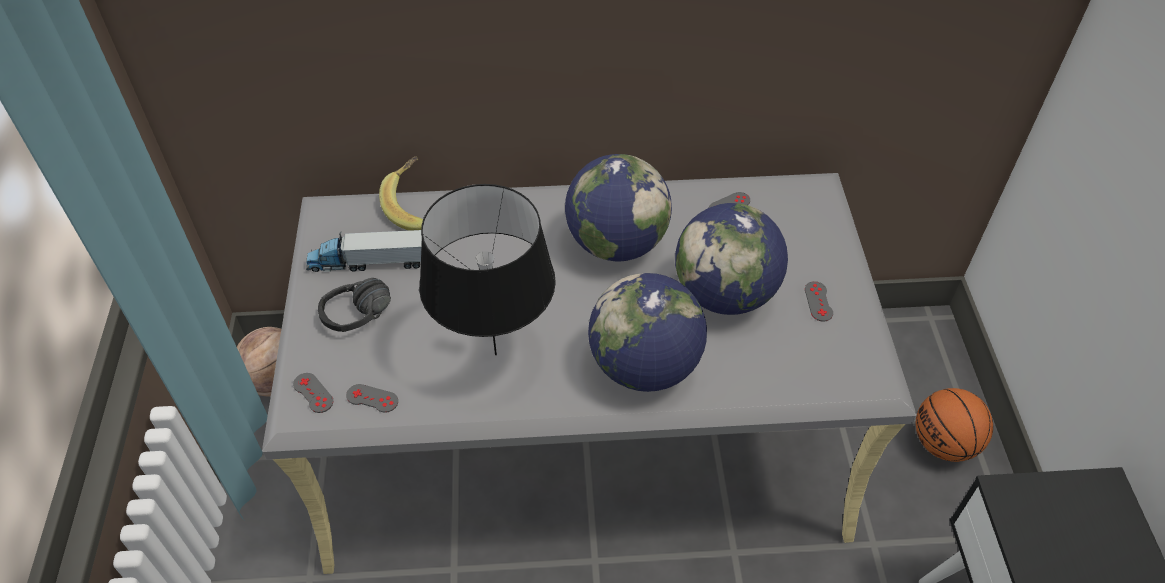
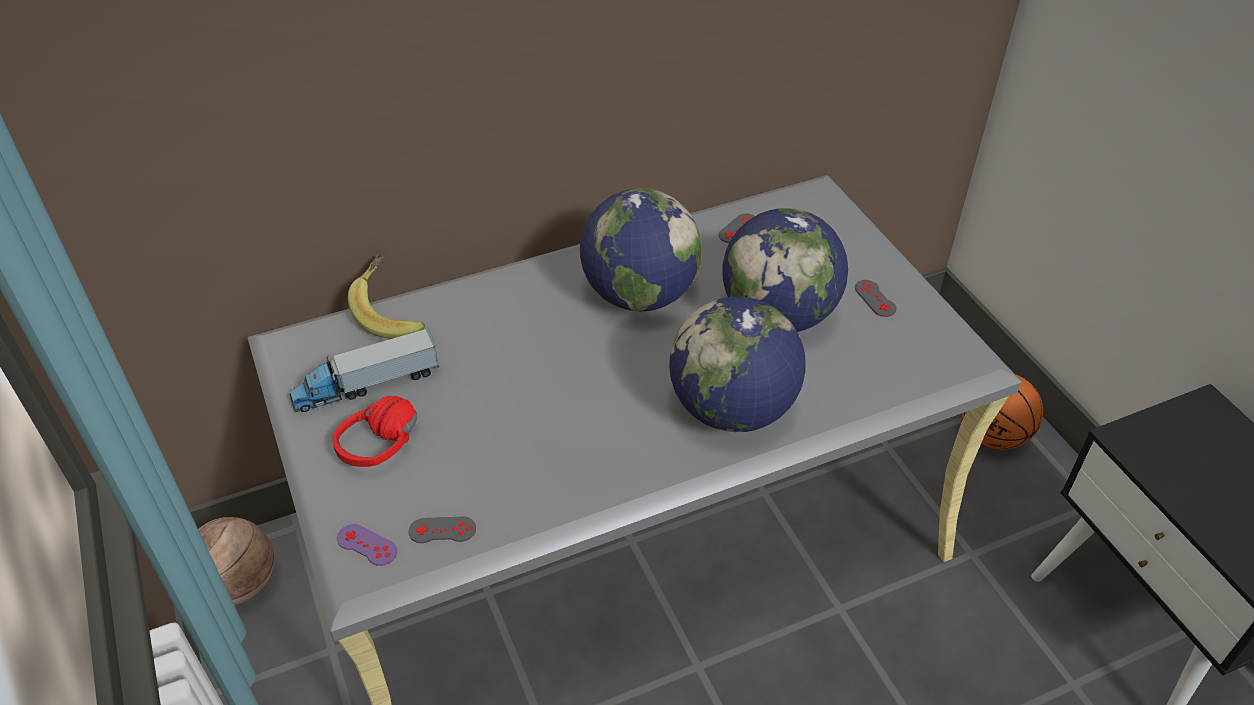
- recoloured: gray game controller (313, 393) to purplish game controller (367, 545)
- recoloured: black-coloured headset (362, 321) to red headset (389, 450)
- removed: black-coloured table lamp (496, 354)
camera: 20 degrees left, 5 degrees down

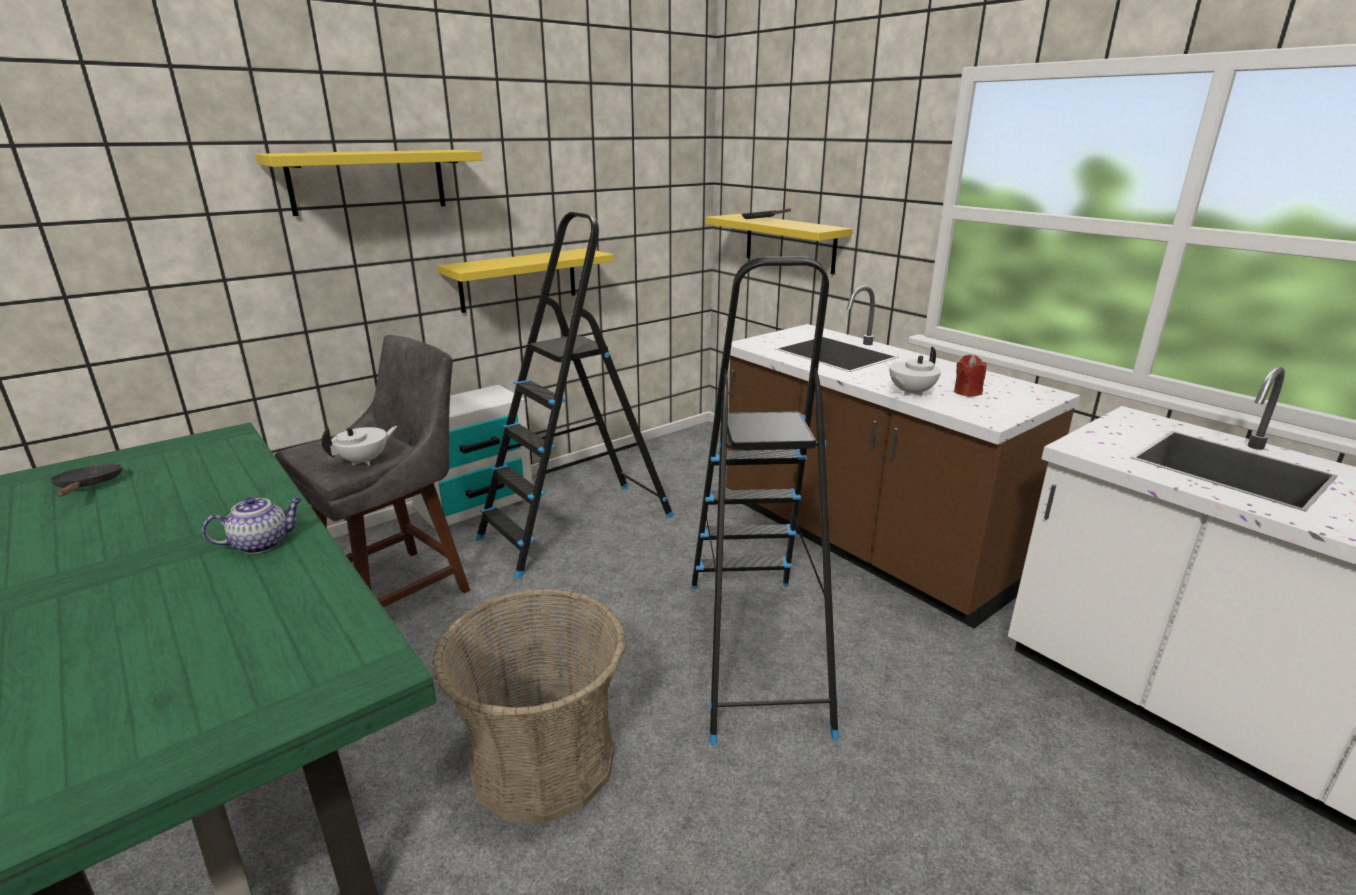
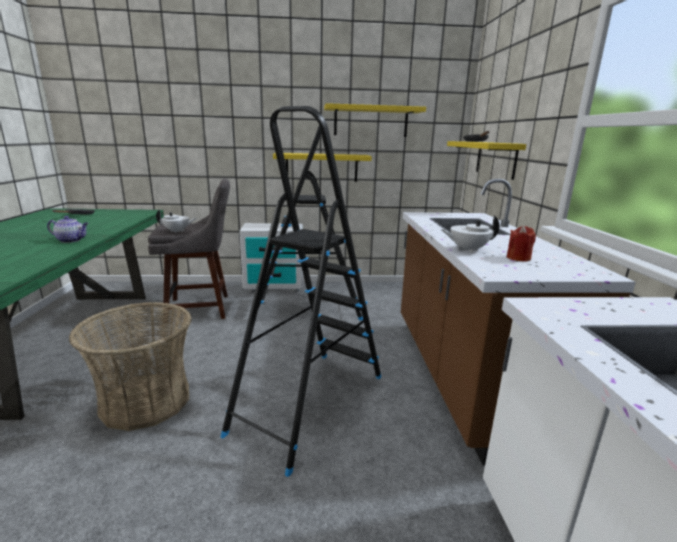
- moved: yellowish bracket shelf (368, 181) to (371, 121)
camera: 35 degrees right, 5 degrees down

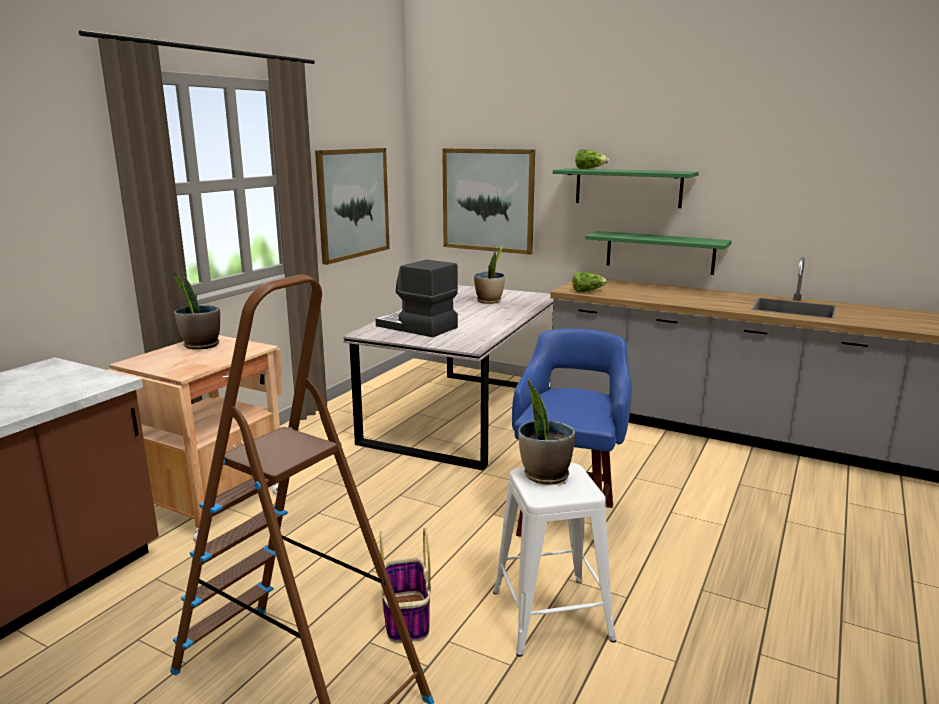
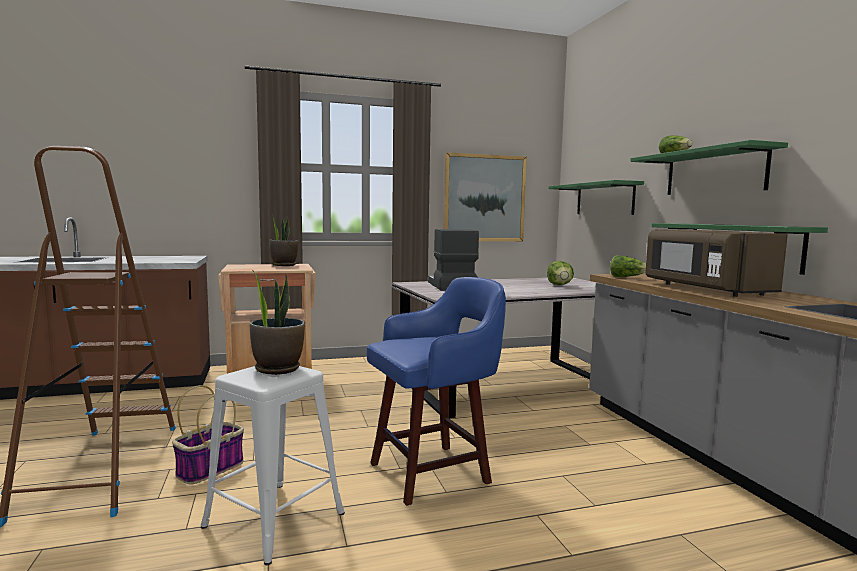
- replaced: wall picture (488, 200) to green bracket shelf (604, 199)
- replaced: plant in a pot (489, 301) to lettuce head (560, 285)
- added: brownish microwave (704, 289)
camera: 45 degrees right, 10 degrees down

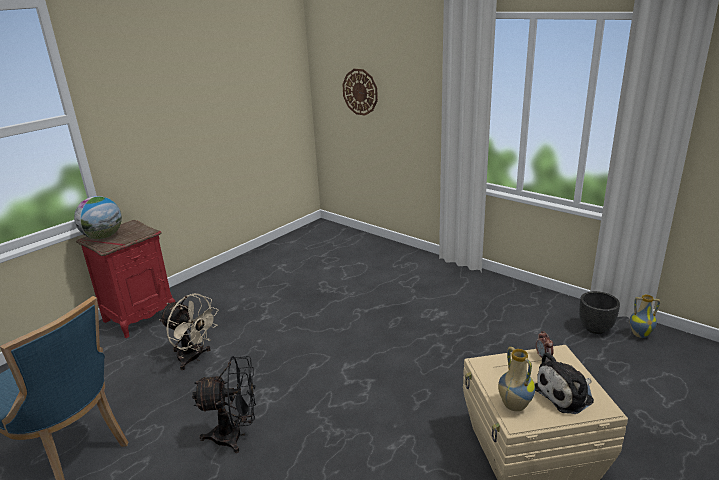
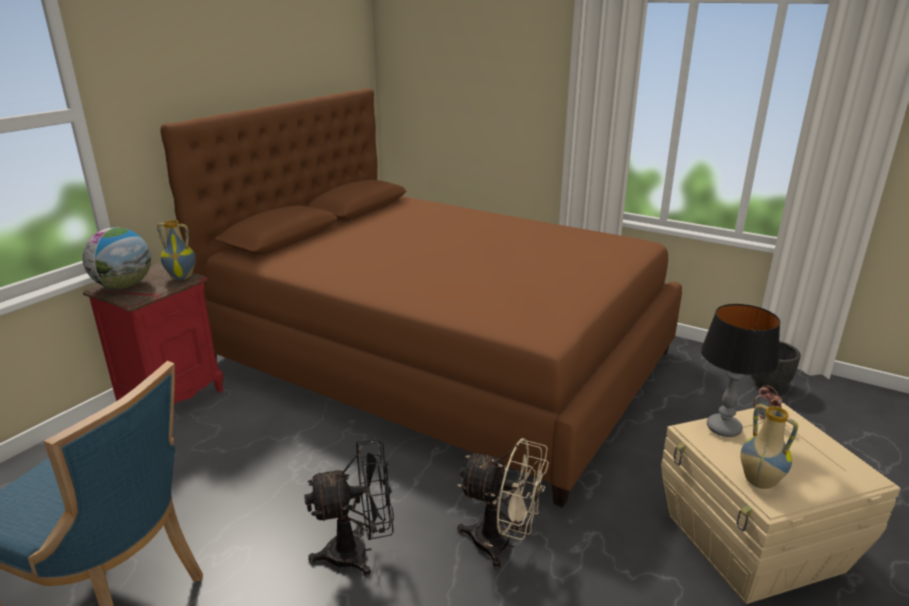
- moved: beige cooling fan (194, 358) to (502, 543)
- removed: hanging clock (360, 92)
- removed: soft toy (566, 394)
- moved: flower vase (640, 334) to (182, 277)
- added: brownish bed (440, 357)
- added: table lamp (723, 428)
camera: 10 degrees left, 0 degrees up

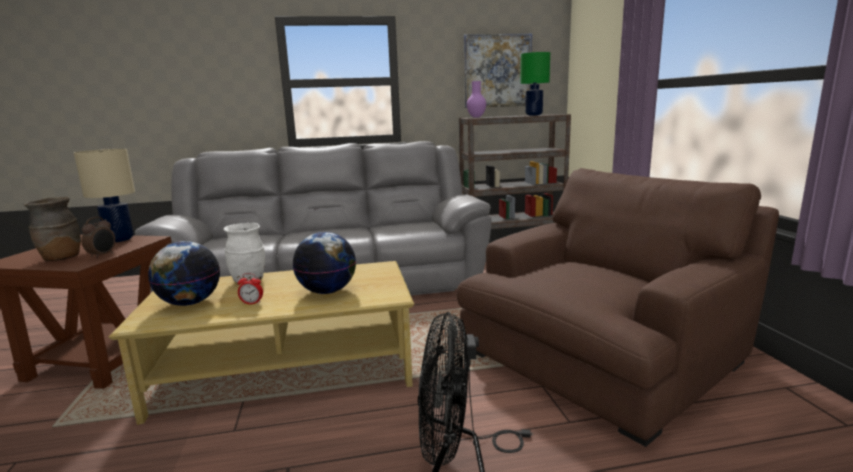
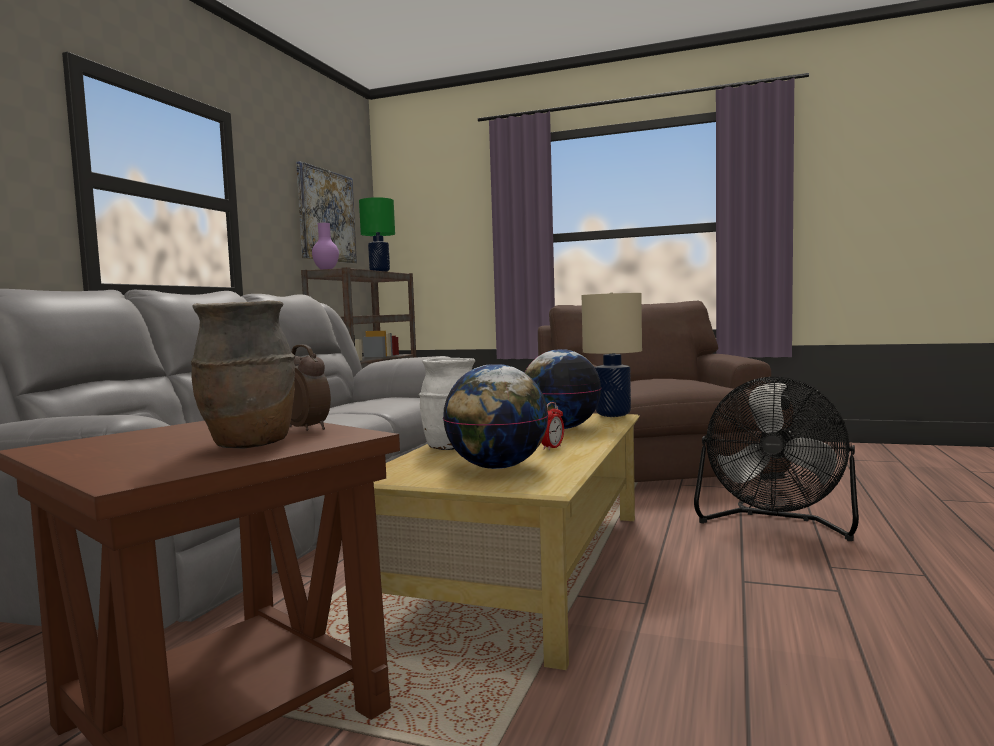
- moved: beige table lamp (120, 240) to (613, 416)
camera: 60 degrees left, 10 degrees down

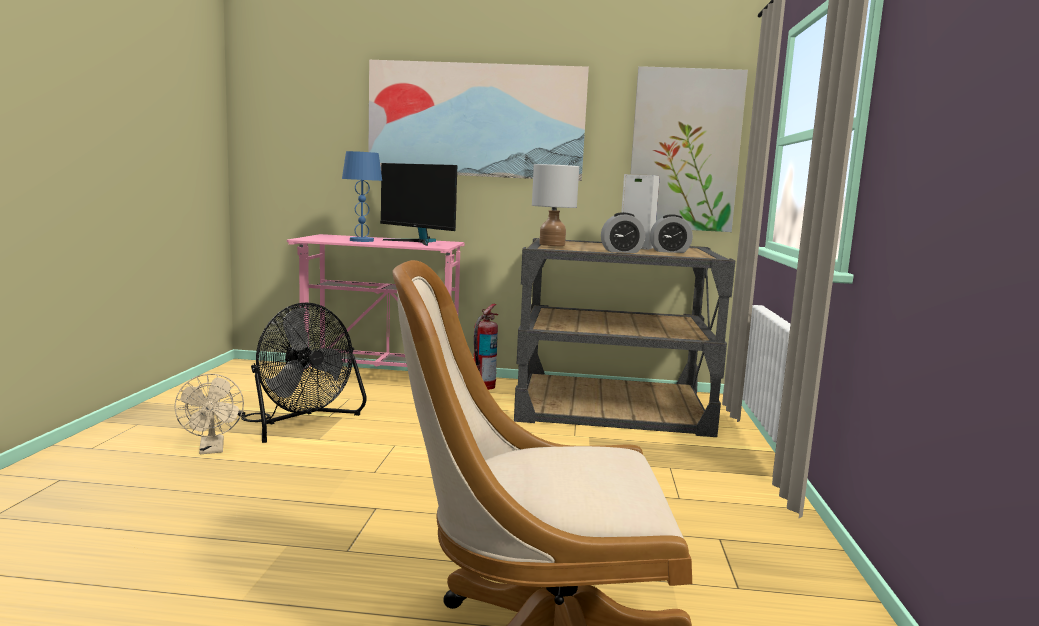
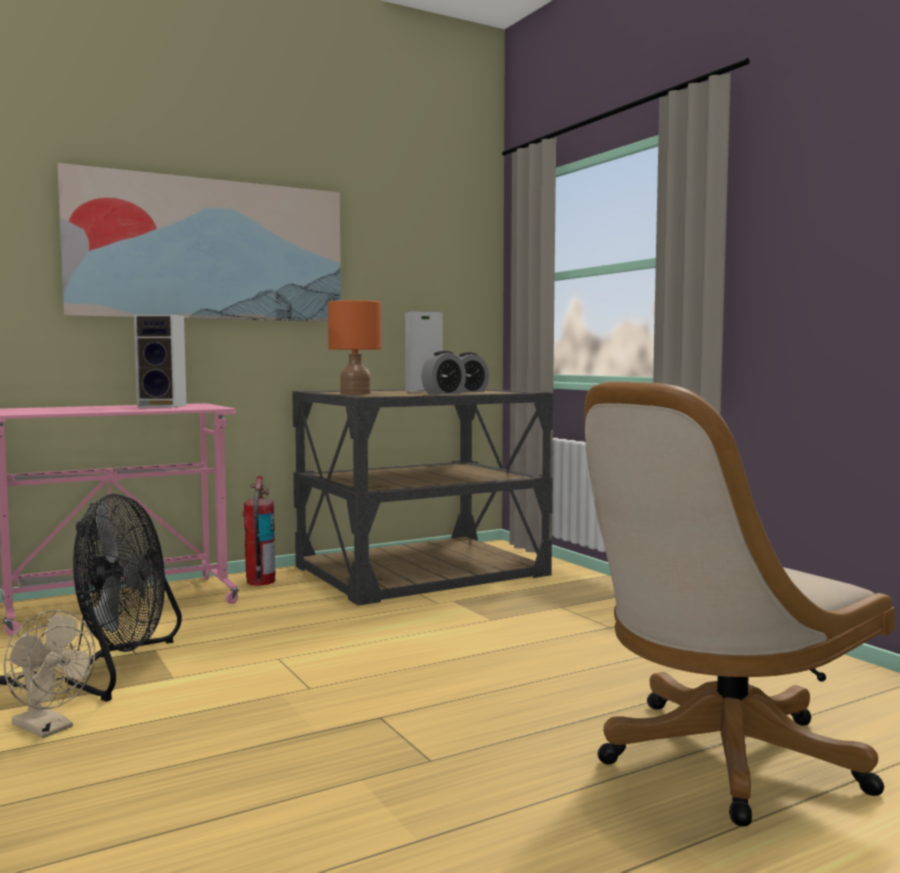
- removed: blue table lamp (361, 240)
- replaced: computer display (418, 242) to loudspeaker (164, 406)
- recoloured: gray table lamp (552, 245) to orange table lamp (356, 393)
- removed: wall picture (684, 150)
camera: 35 degrees left, 5 degrees down

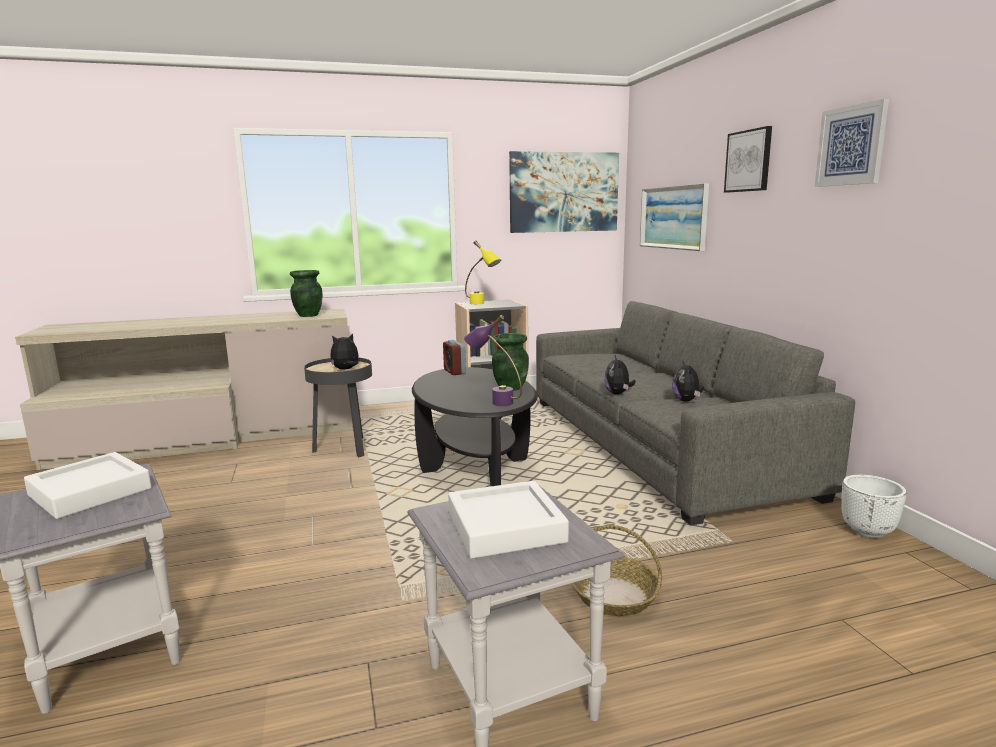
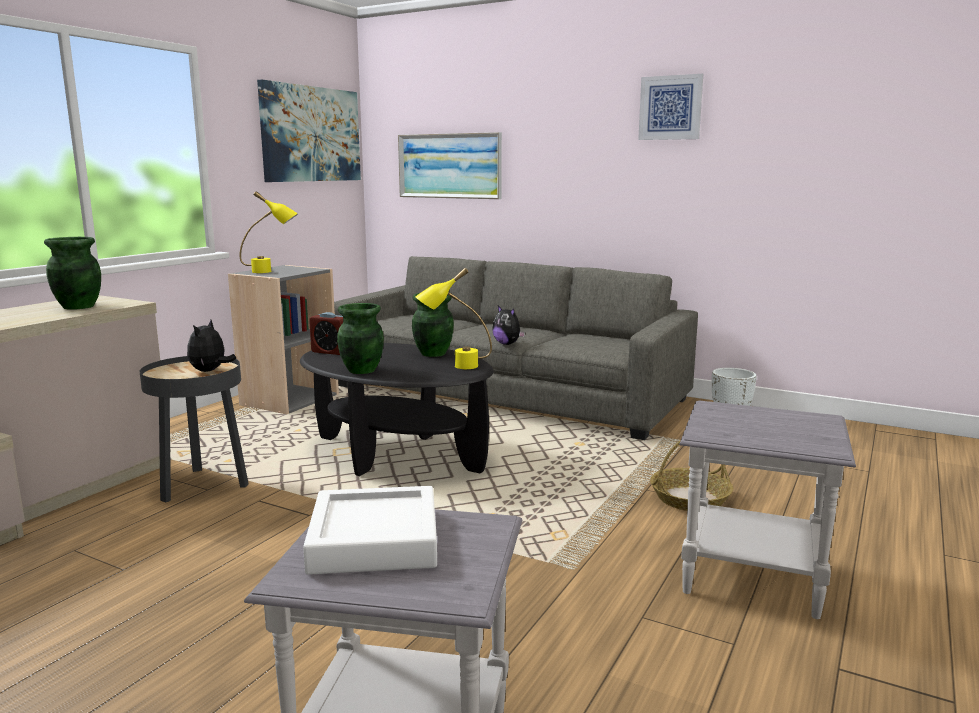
- removed: whitish tray (505, 527)
- recoloured: purplish table lamp (494, 401) to yellowish table lamp (454, 366)
- removed: soft toy (686, 400)
- removed: wall picture (748, 161)
- added: green flower vase (361, 370)
camera: 45 degrees left, 0 degrees up

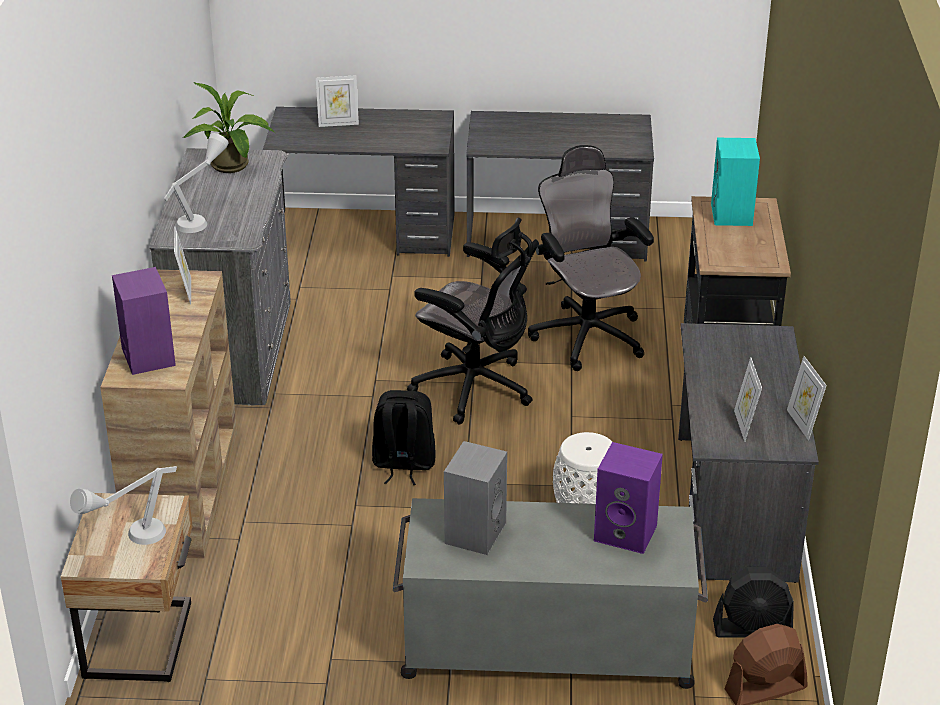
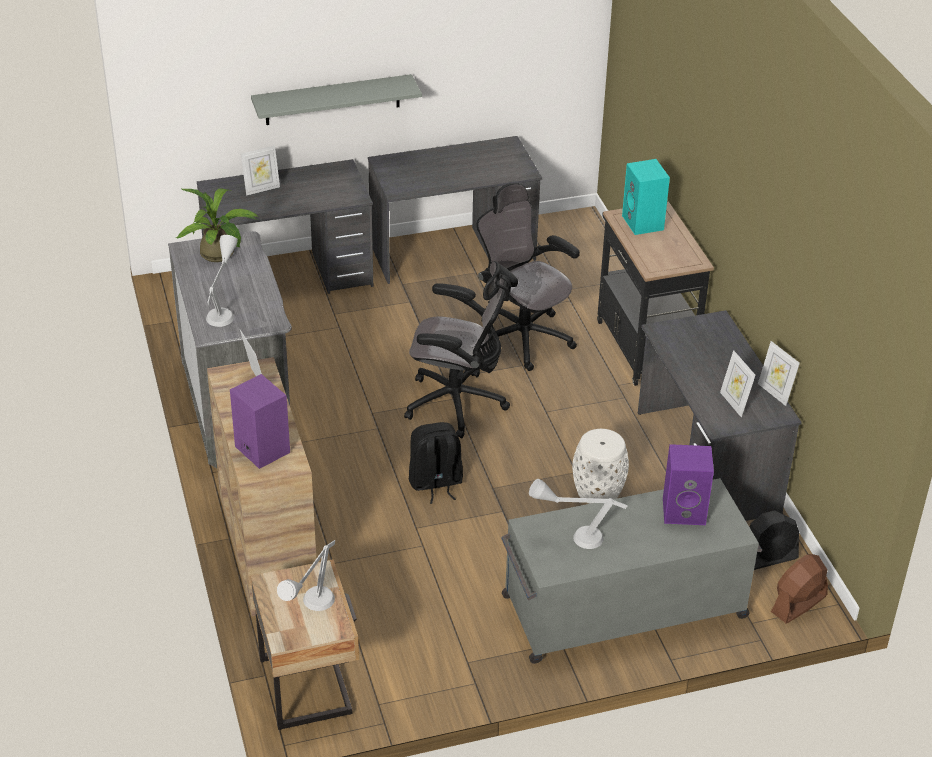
- replaced: gray loudspeaker (474, 532) to gray table lamp (572, 537)
- added: gray bracket shelf (332, 100)
camera: 20 degrees left, 5 degrees up

